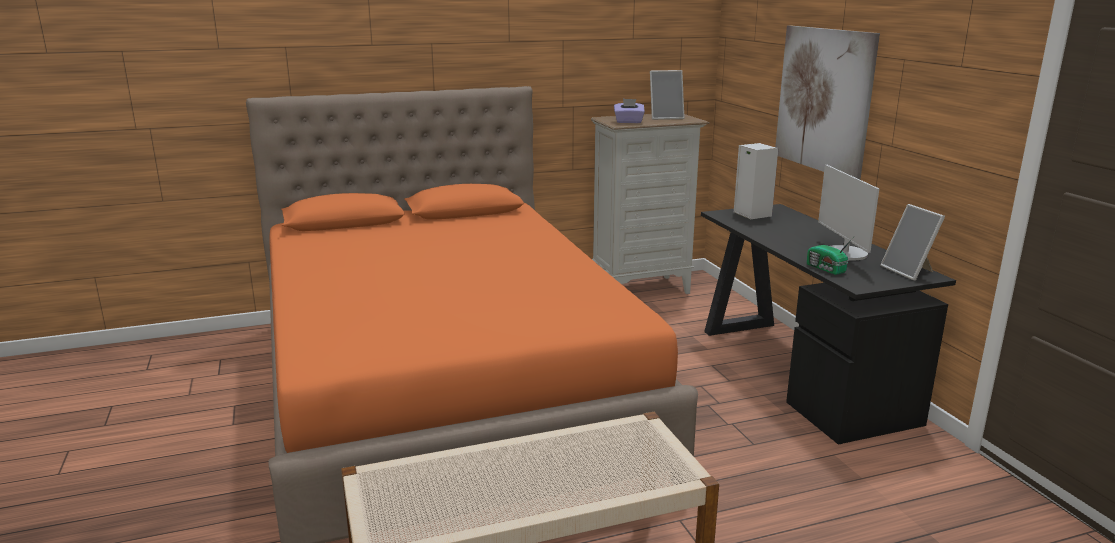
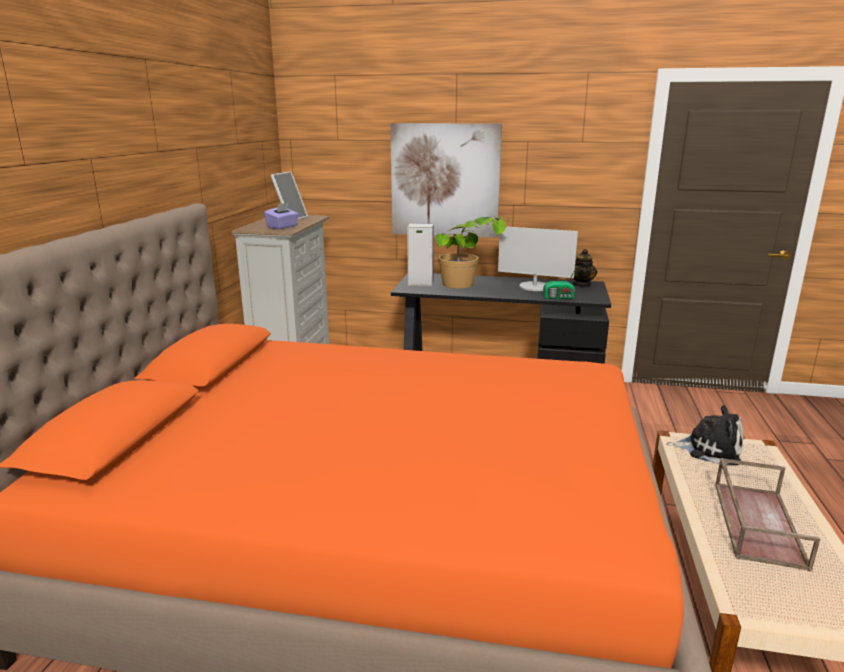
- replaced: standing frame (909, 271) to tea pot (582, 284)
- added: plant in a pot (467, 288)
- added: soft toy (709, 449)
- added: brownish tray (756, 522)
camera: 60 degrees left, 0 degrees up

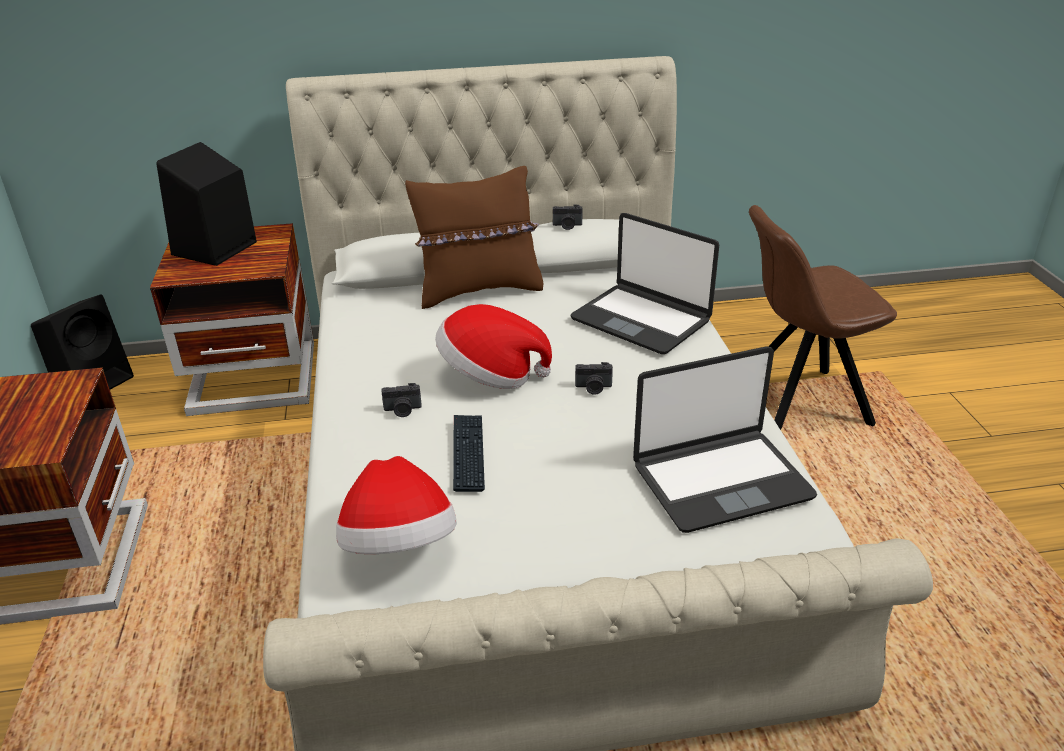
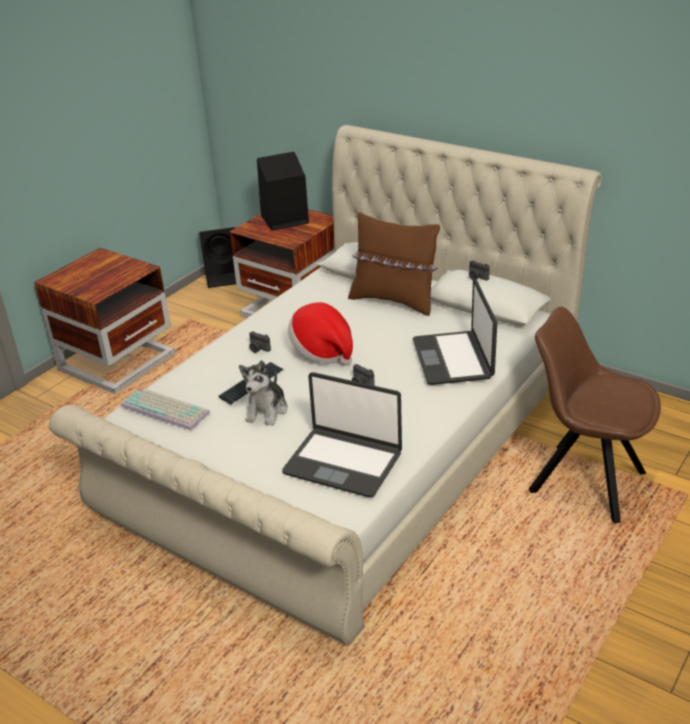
- replaced: wearable hat (399, 547) to keyboard (167, 409)
- added: soft toy (267, 411)
camera: 45 degrees right, 0 degrees up

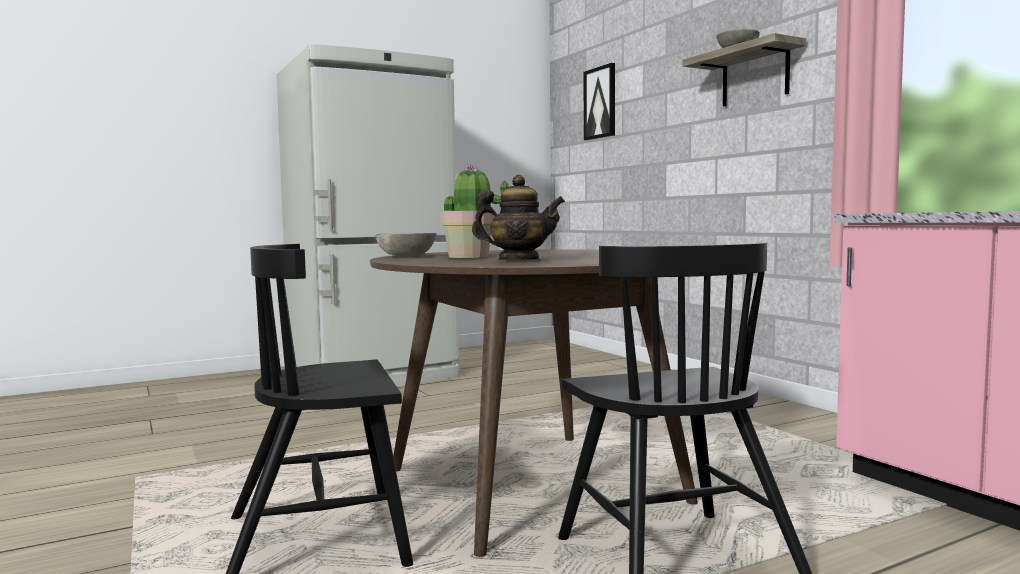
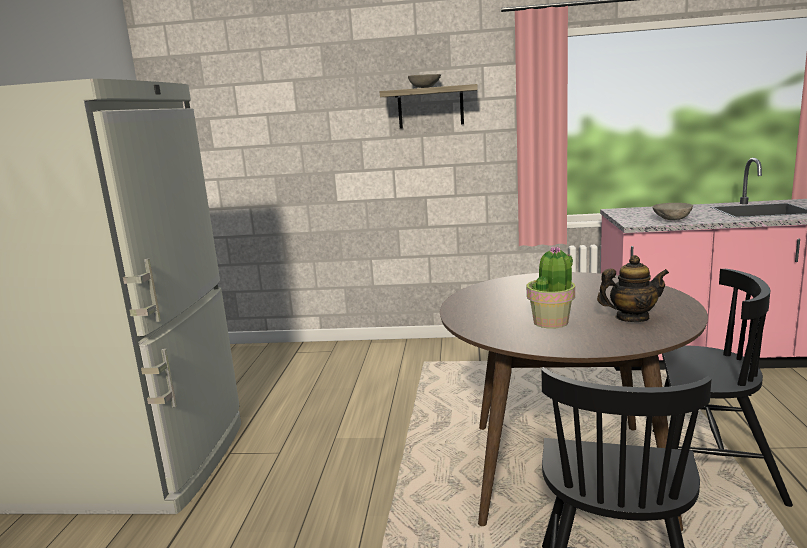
- moved: gray deep dish (407, 256) to (672, 219)
- turned: tea pot (519, 260) = (631, 318) 45 degrees clockwise
- removed: wall picture (600, 103)
camera: 55 degrees left, 10 degrees up

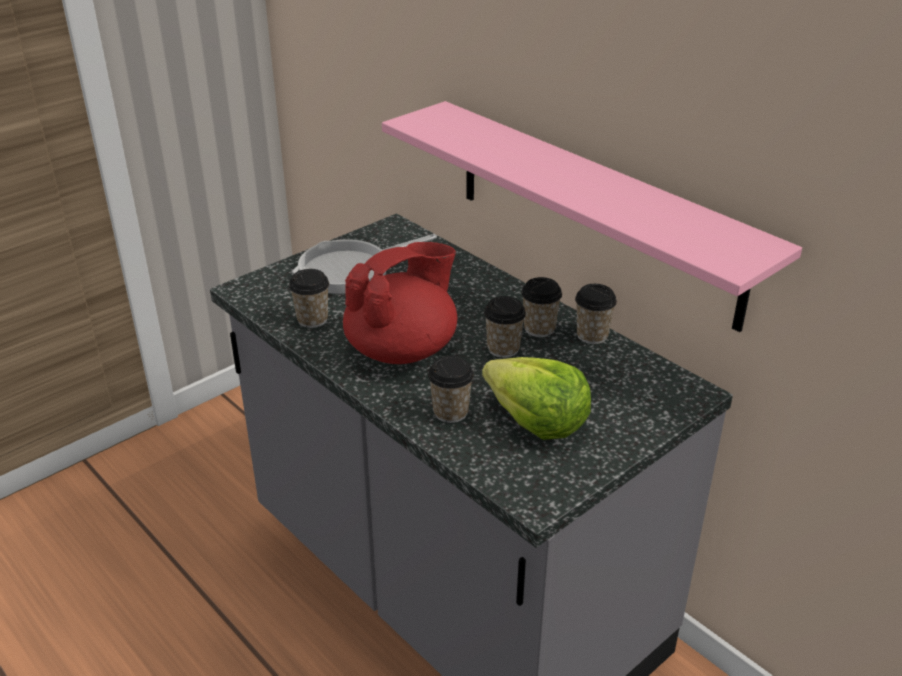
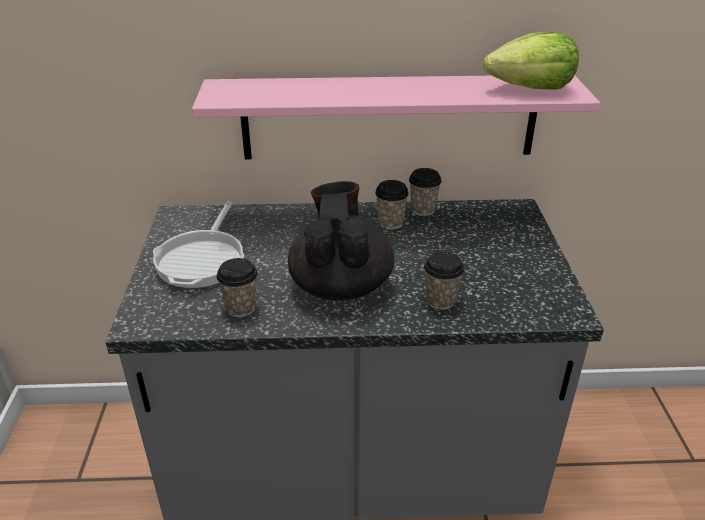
- recoloured: red tea pot (403, 349) to black-coloured tea pot (340, 285)
- moved: lettuce head (536, 421) to (531, 88)
- removed: cup (503, 349)
camera: 50 degrees left, 0 degrees up

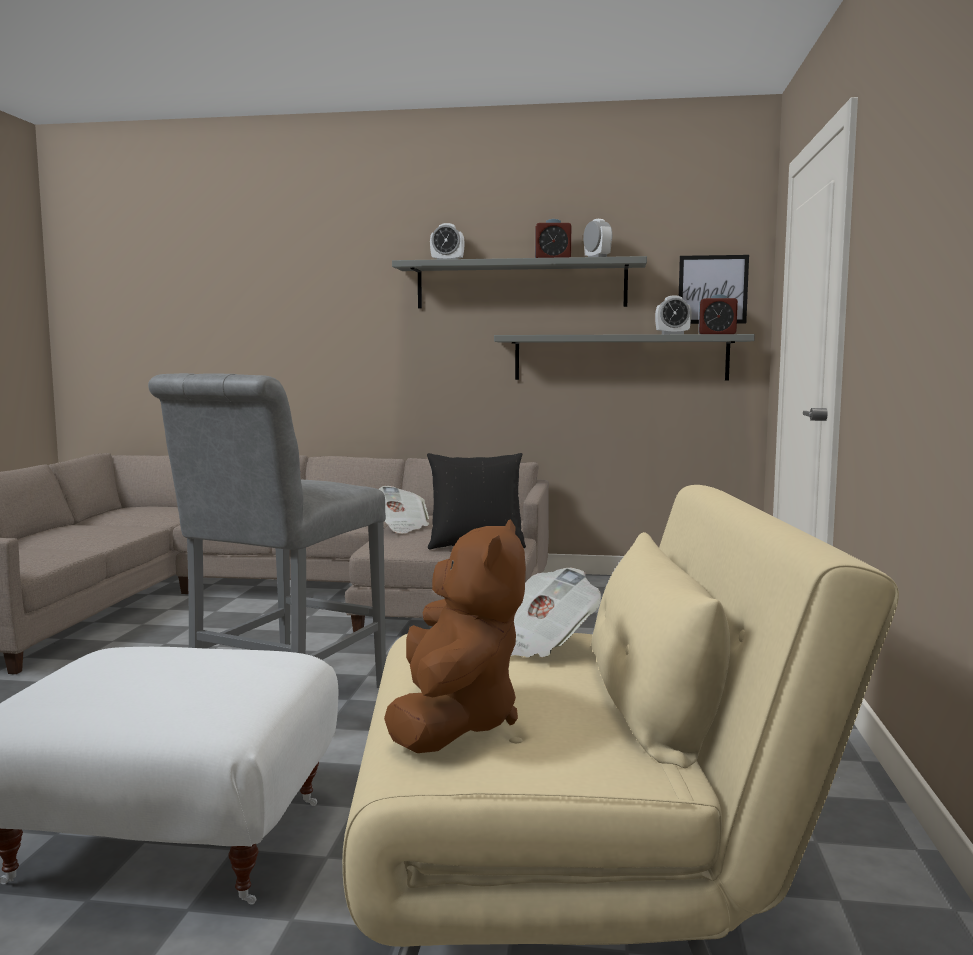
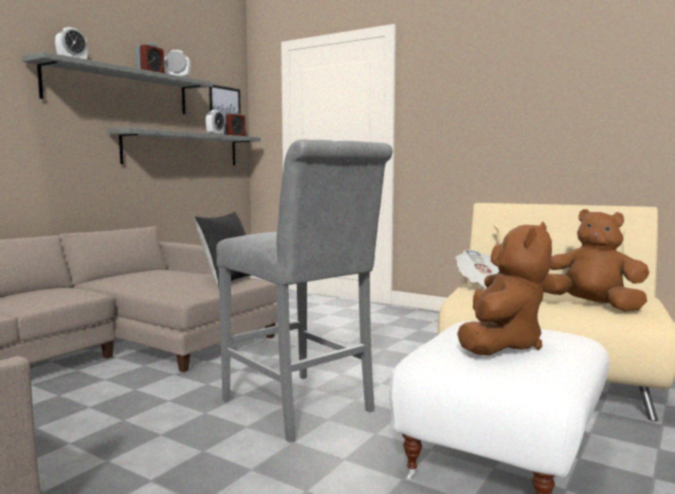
- removed: daily paper (398, 527)
- added: brownish soft toy (500, 345)
camera: 65 degrees left, 0 degrees up

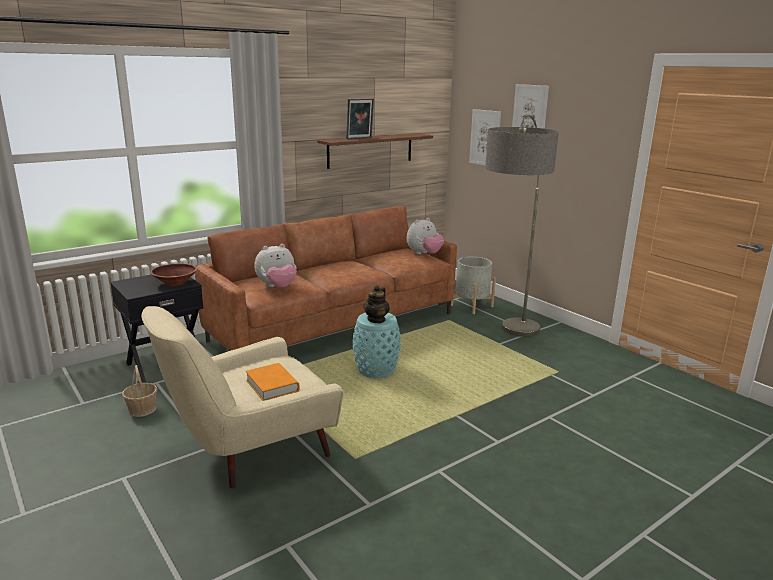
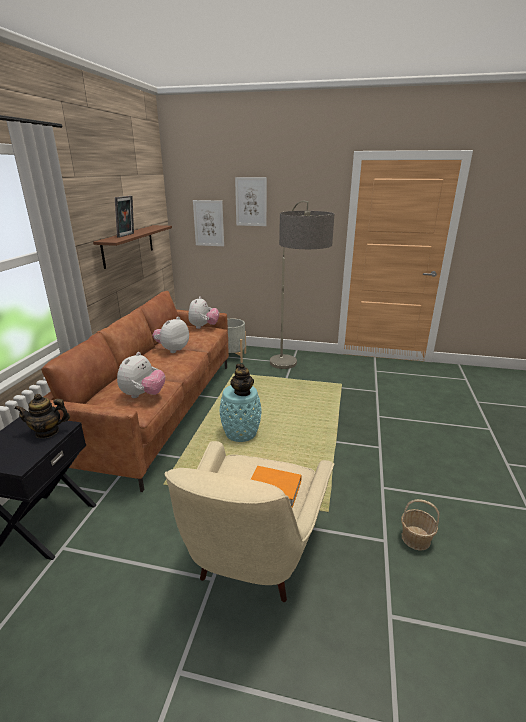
- moved: household basket (142, 409) to (415, 538)
- replaced: brownish deep dish (175, 283) to tea pot (47, 432)
- added: soft toy (172, 349)
camera: 40 degrees left, 5 degrees up

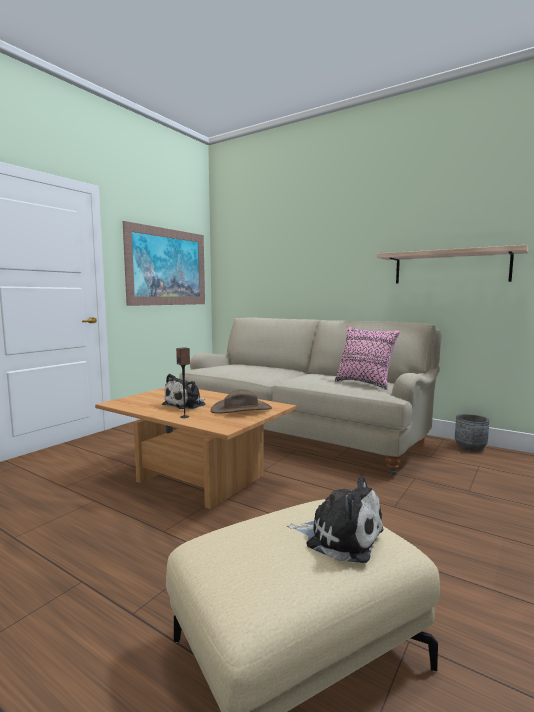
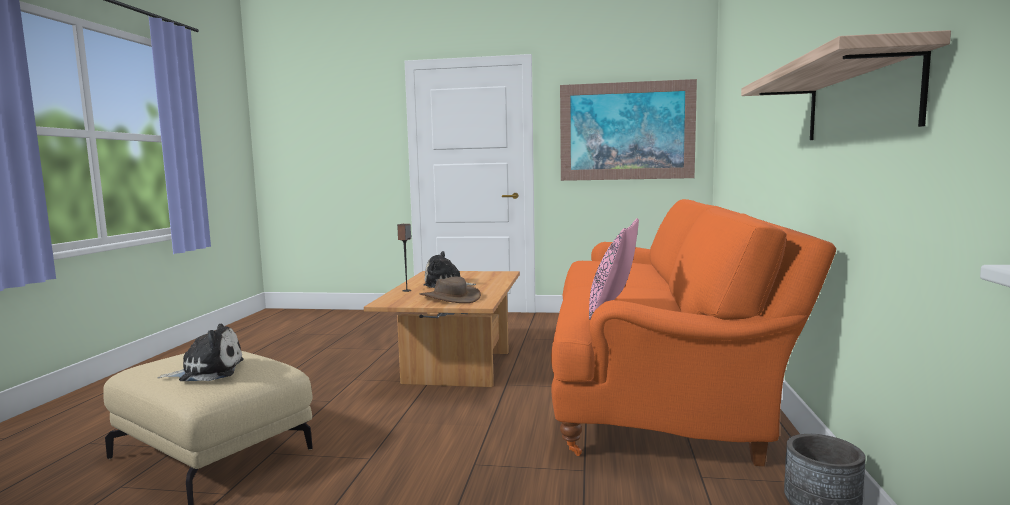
- recoloured: beige couch (303, 433) to orange couch (656, 380)
- turned: soft toy (340, 536) = (208, 371) 105 degrees counterclockwise
camera: 65 degrees right, 0 degrees up

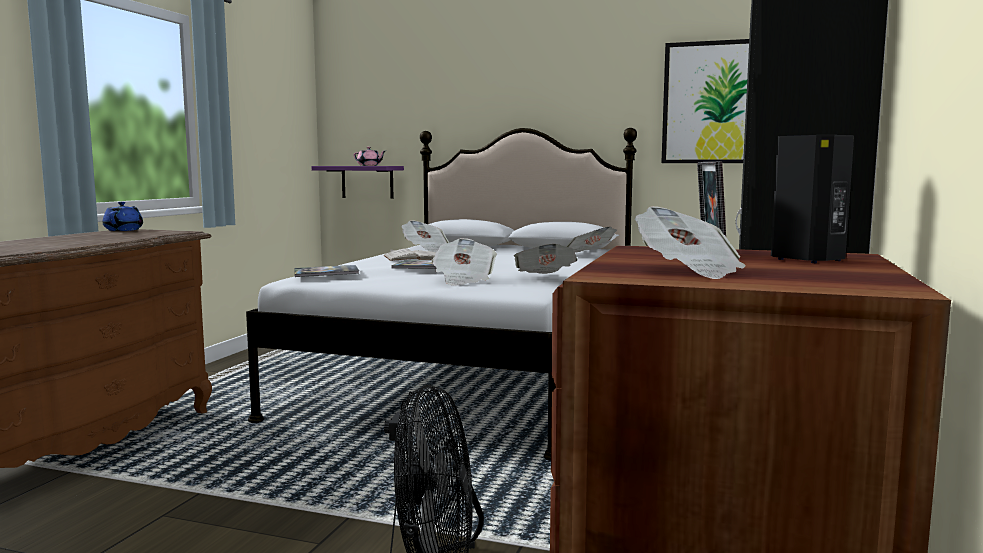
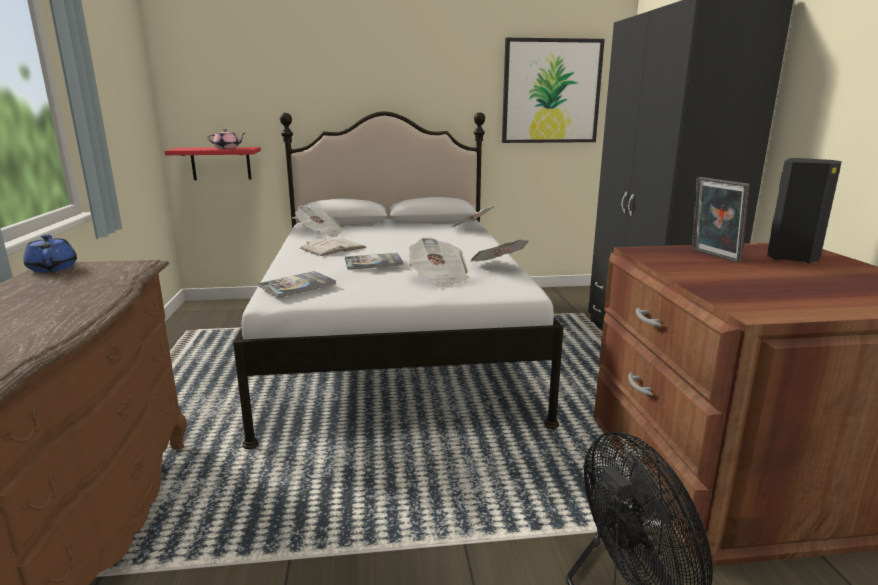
- recoloured: purplish bracket shelf (367, 182) to red bracket shelf (221, 163)
- removed: daily paper (688, 271)
camera: 25 degrees left, 10 degrees up

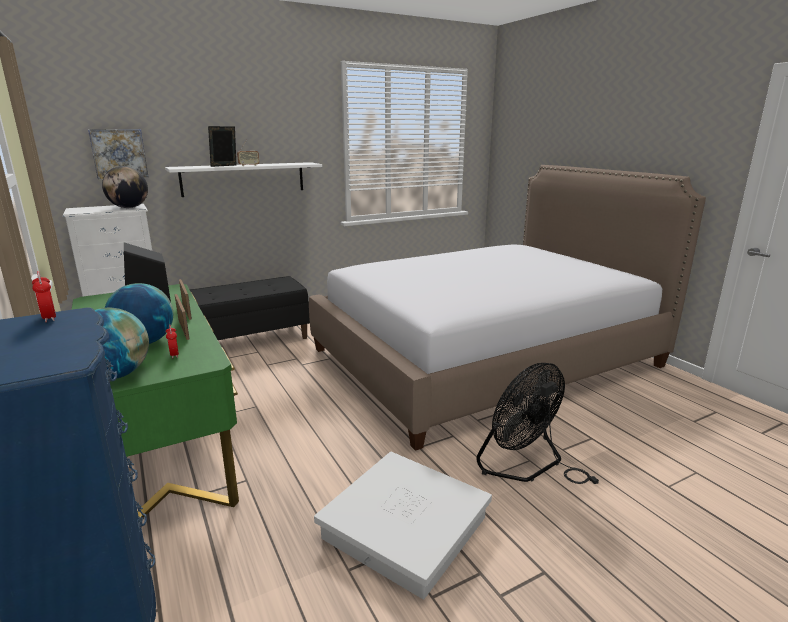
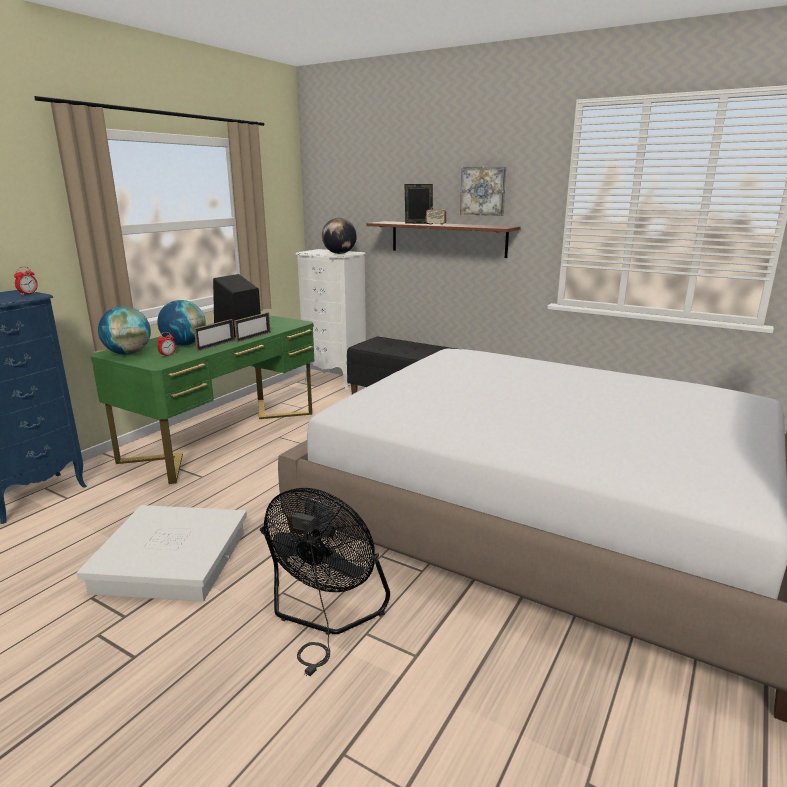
- moved: wall picture (119, 153) to (483, 191)
- recoloured: whitish bracket shelf (244, 179) to brownish bracket shelf (447, 239)
camera: 60 degrees right, 0 degrees up

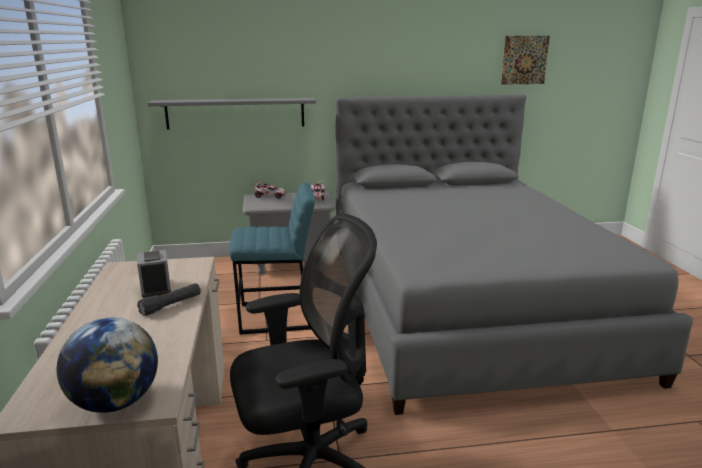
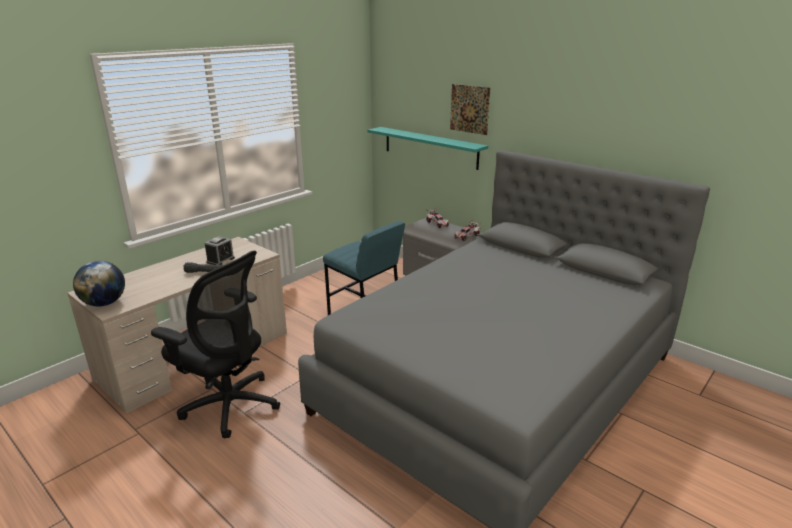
- recoloured: gray bracket shelf (235, 113) to turquoise bracket shelf (430, 147)
- moved: wall picture (524, 60) to (469, 109)
camera: 50 degrees right, 5 degrees up

